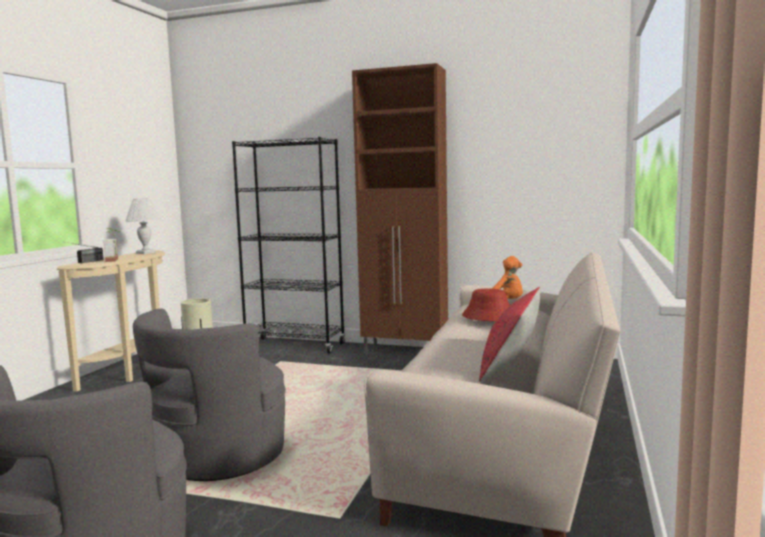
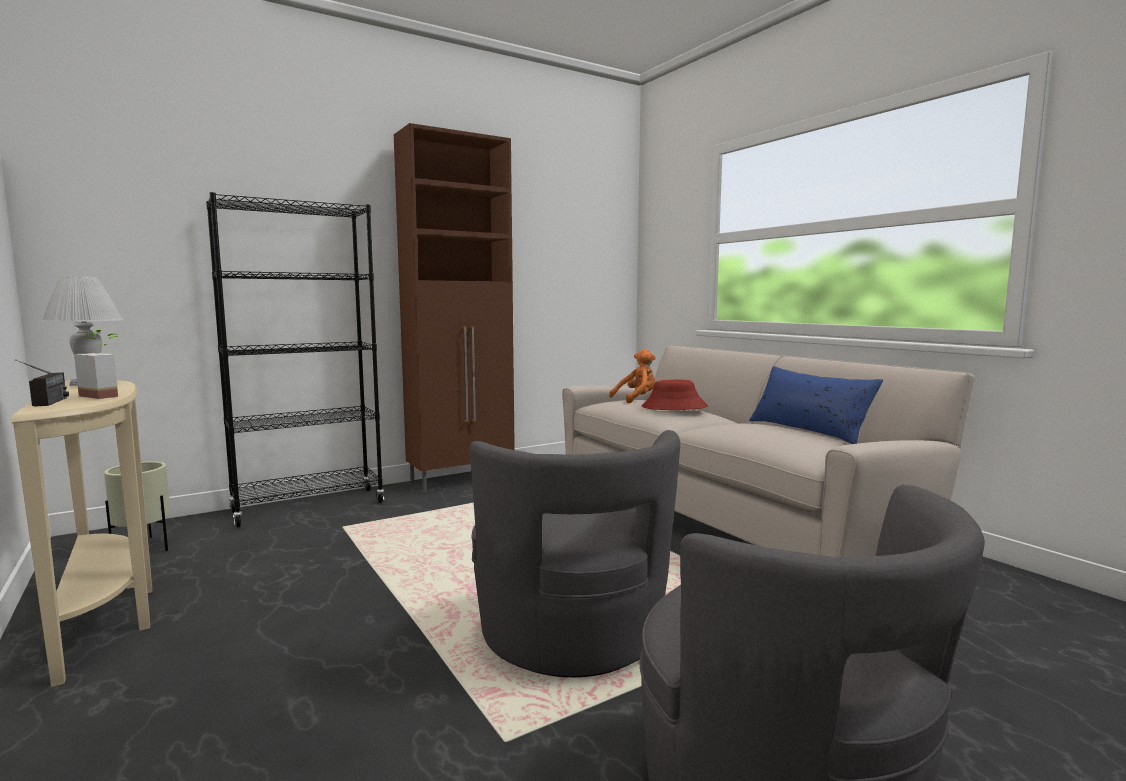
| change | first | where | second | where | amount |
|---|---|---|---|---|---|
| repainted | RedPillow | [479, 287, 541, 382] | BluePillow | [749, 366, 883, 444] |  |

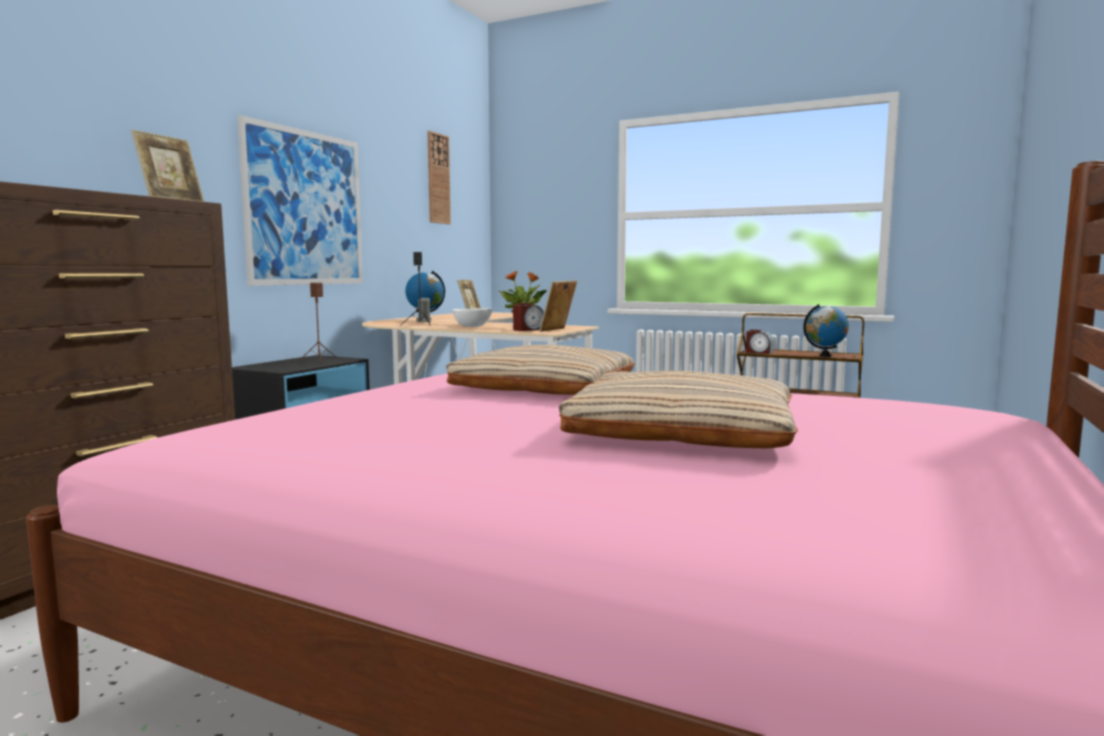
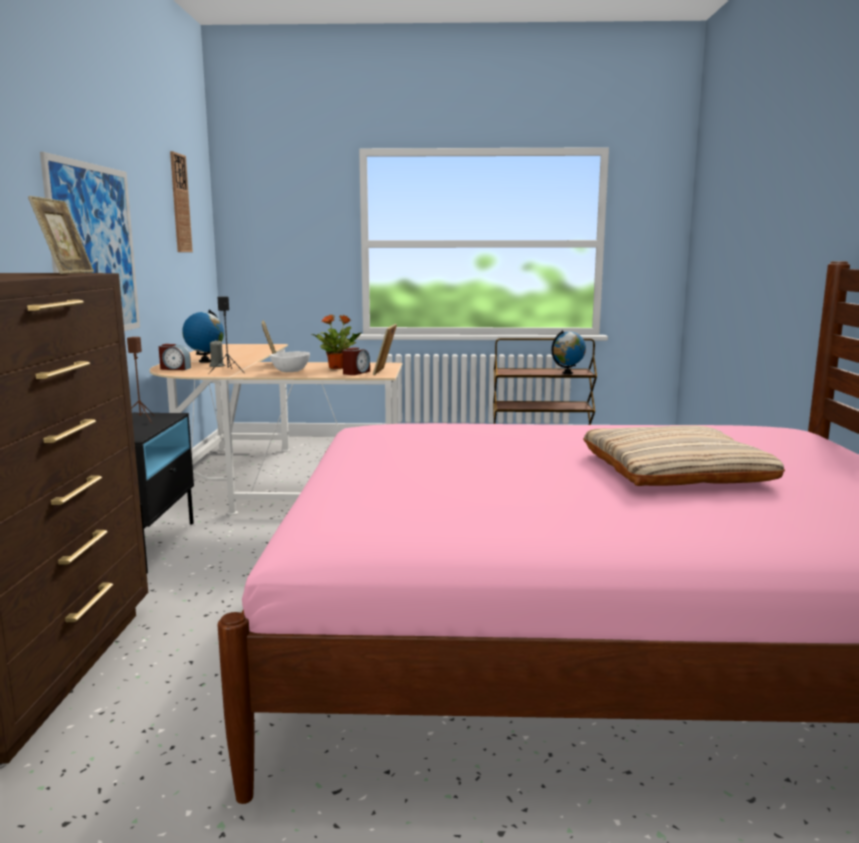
| change | first | where | second | where | amount |
|---|---|---|---|---|---|
| gone | BeigePillow | [446, 345, 635, 395] |  |  |  |
| shifted | AlarmClock | [746, 330, 774, 354] |  | [159, 344, 191, 370] |  |

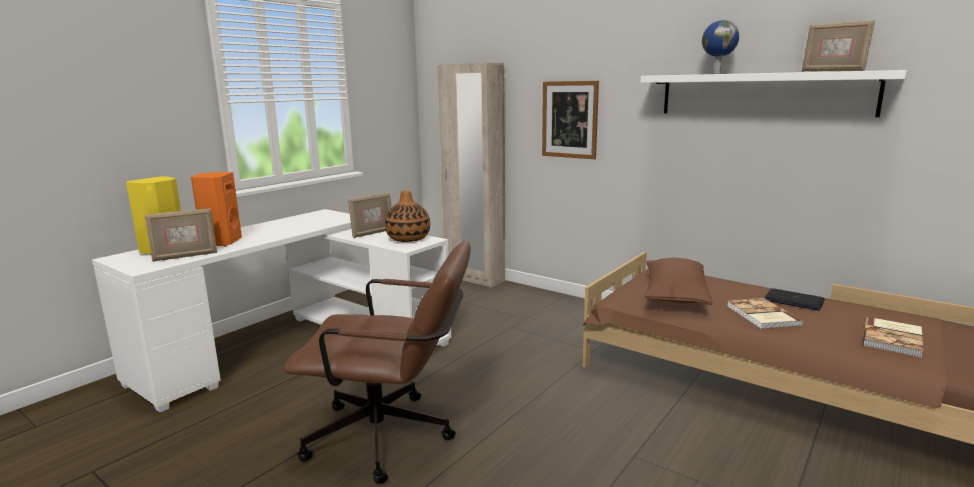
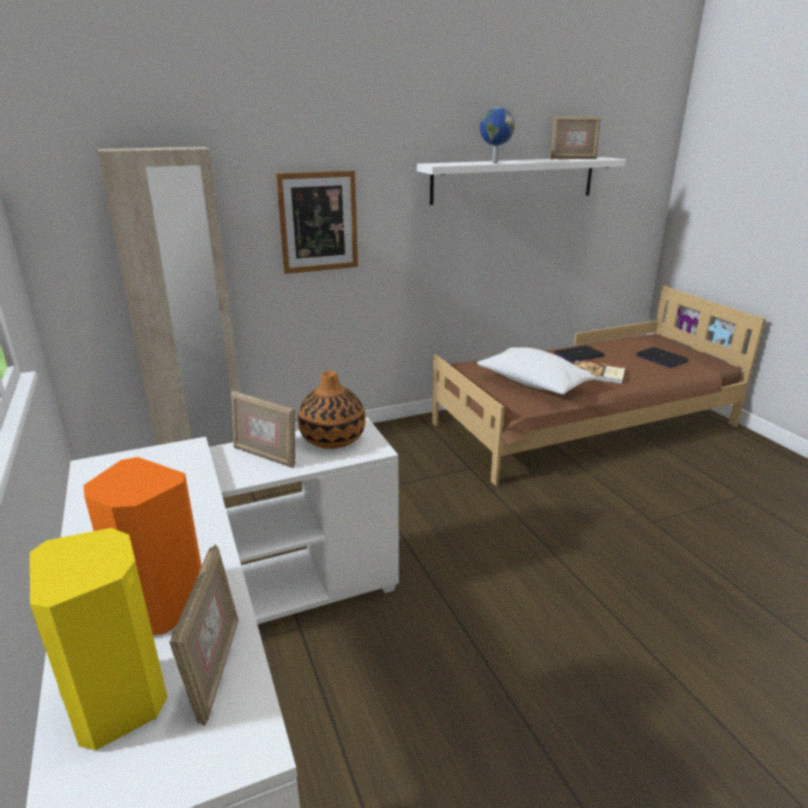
| change | first | where | second | where | amount |
|---|---|---|---|---|---|
| gone | BrownOfficeChair | [283, 241, 471, 484] |  |  |  |
| swapped | Book | [863, 317, 923, 358] | Laptop | [636, 347, 688, 368] |  |
| repainted | BrownPillow | [645, 258, 712, 305] | WhitePillow | [477, 347, 595, 394] |  |
| rotated | PictureFrame | [348, 192, 391, 238] |  | [231, 391, 295, 468] | 135 degrees clockwise |

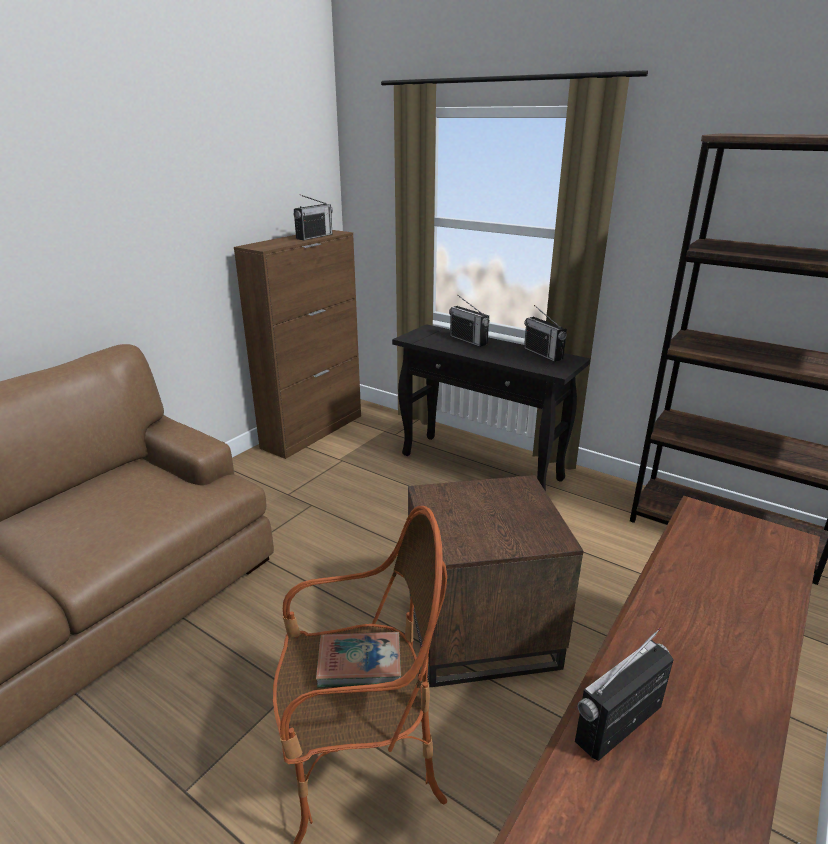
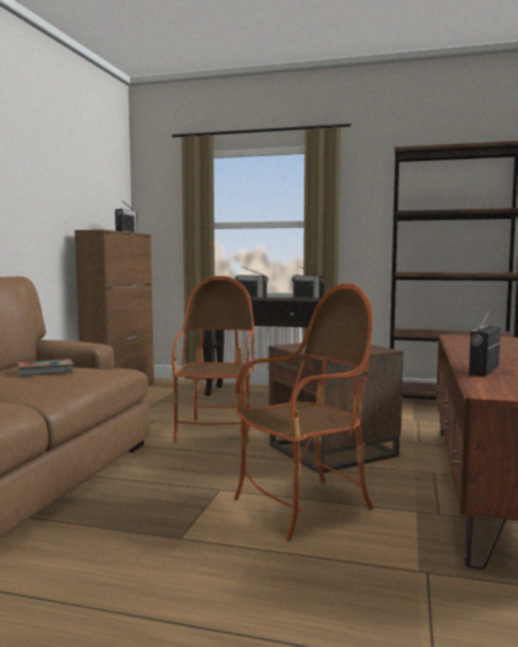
| change | first | where | second | where | amount |
|---|---|---|---|---|---|
| new |  |  | Armchair | [172, 276, 254, 444] |  |
| shifted | Book | [316, 632, 401, 688] |  | [18, 359, 74, 376] |  |

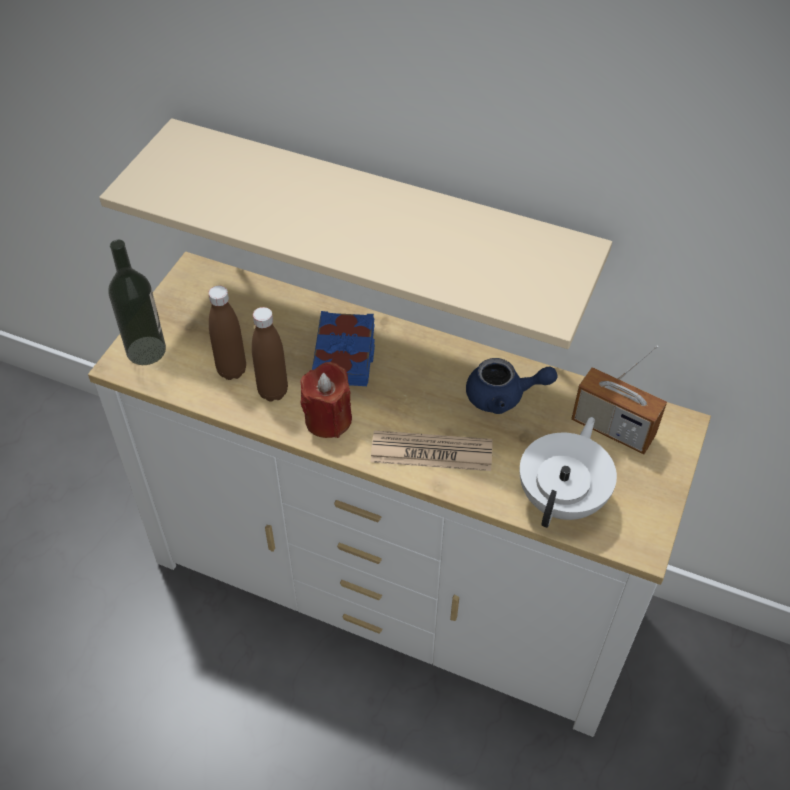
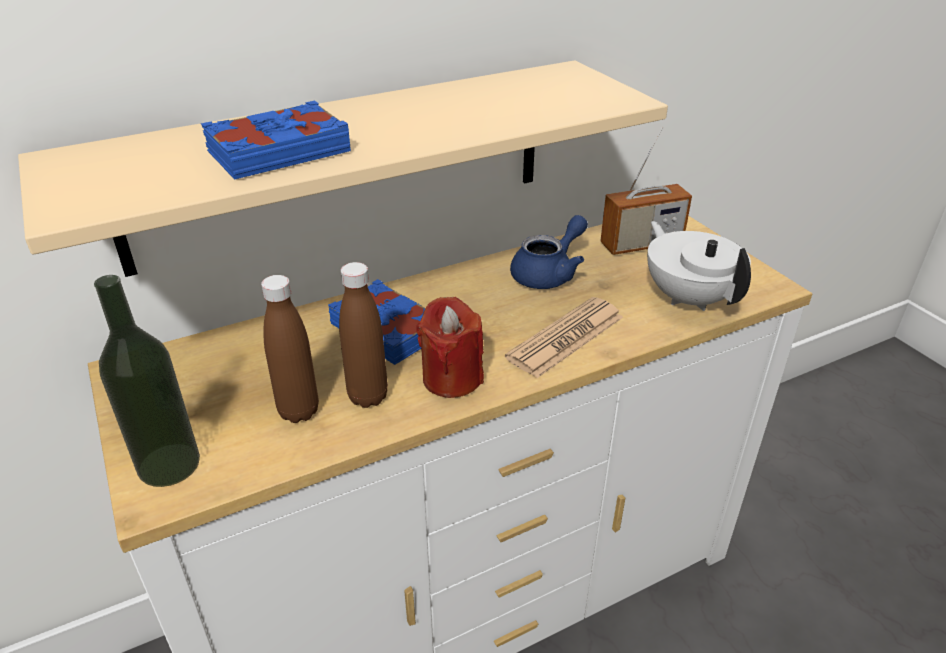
| change | first | where | second | where | amount |
|---|---|---|---|---|---|
| new |  |  | BlueBook | [201, 101, 351, 180] |  |

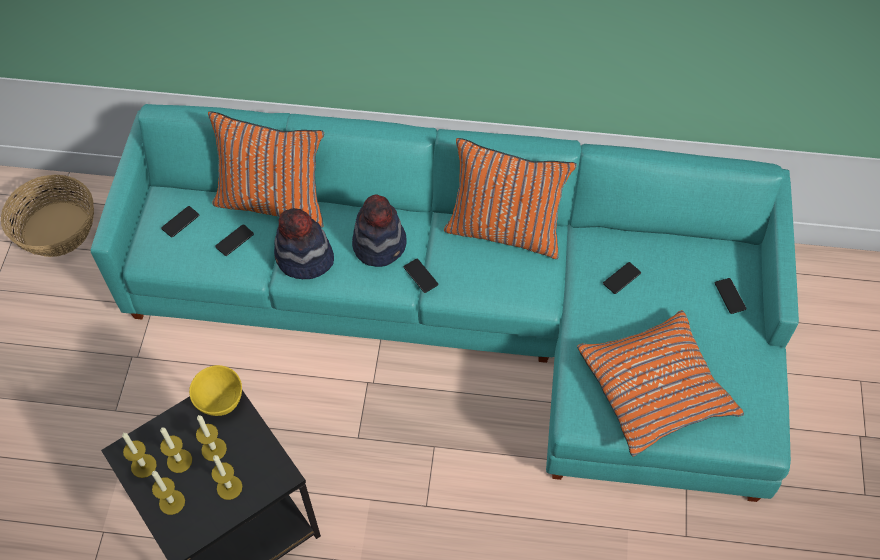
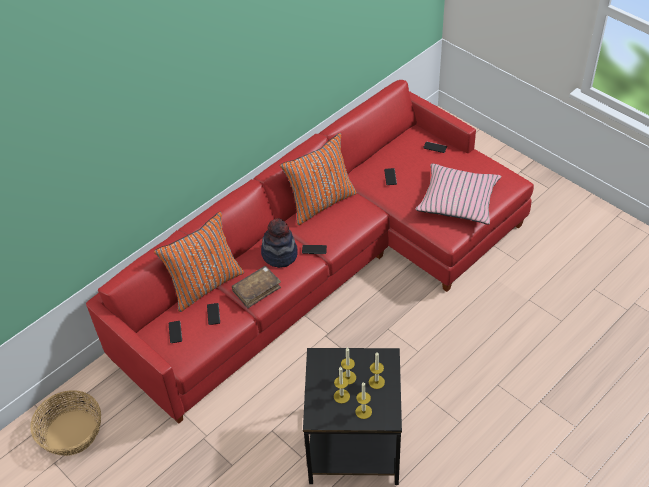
| change | first | where | second | where | amount |
|---|---|---|---|---|---|
| gone | Candle | [122, 433, 157, 478] |  |  |  |
| gone | YellowBowl | [189, 365, 242, 416] |  |  |  |
| swapped | Hat | [274, 208, 334, 279] | BrownBook | [232, 266, 281, 308] |  |
| repainted | TurquoiseSofa | [91, 104, 799, 502] | RedSofa | [86, 80, 534, 424] |  |
| repainted | OrangePillow | [577, 310, 744, 457] | PinkPillow | [415, 164, 501, 225] |  |

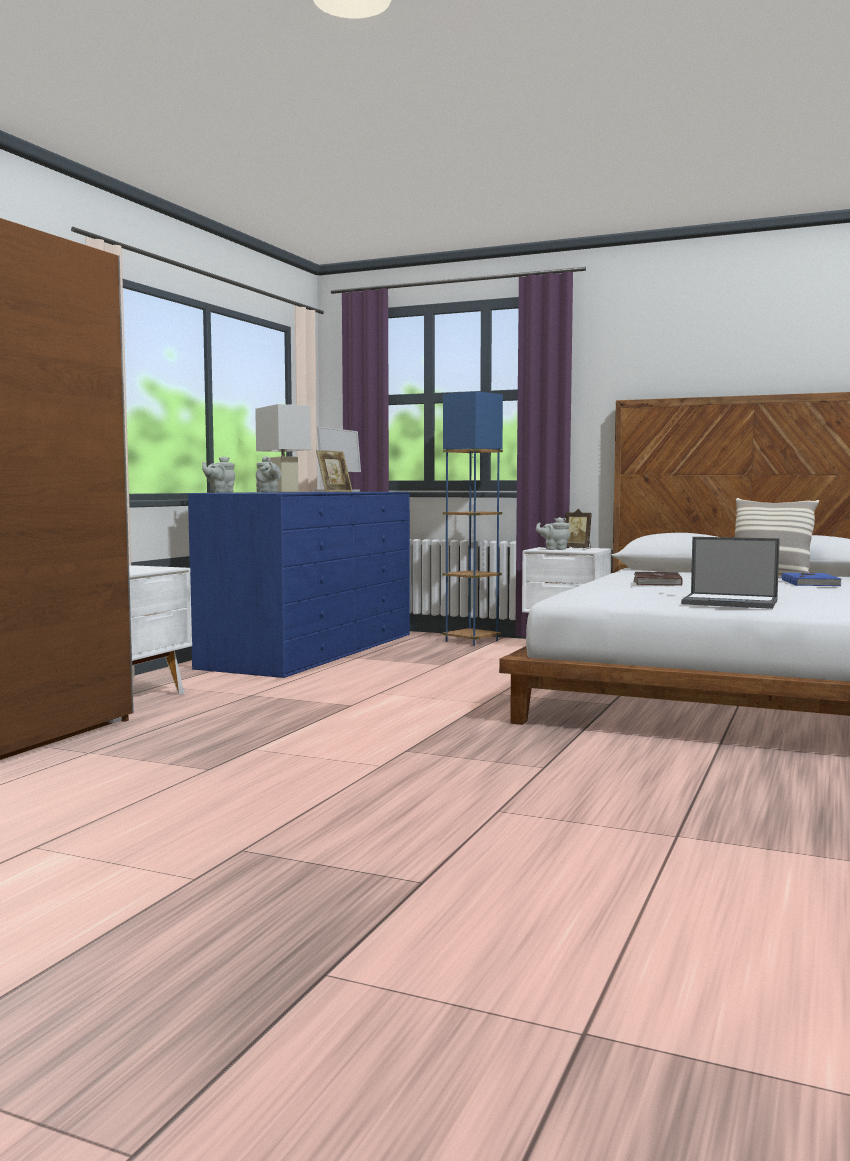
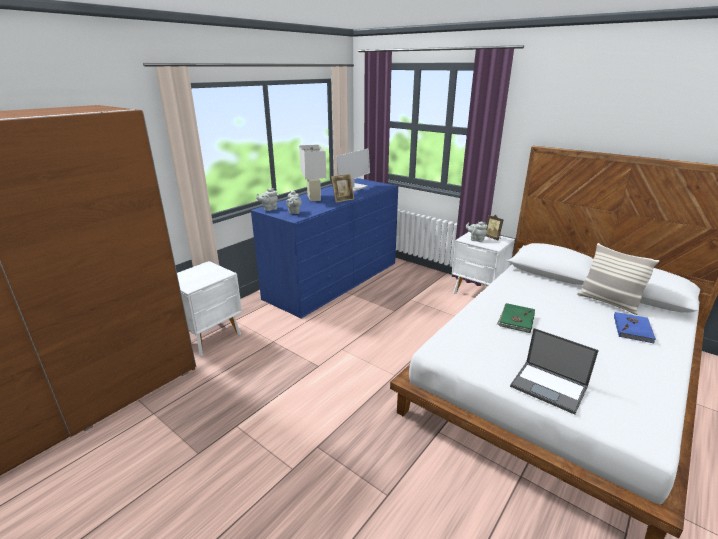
| change | first | where | second | where | amount |
|---|---|---|---|---|---|
| gone | BlueFloorLamp | [442, 391, 503, 646] |  |  |  |
| repainted | BrownBook | [633, 572, 683, 586] | GreenBook | [497, 303, 535, 333] |  |

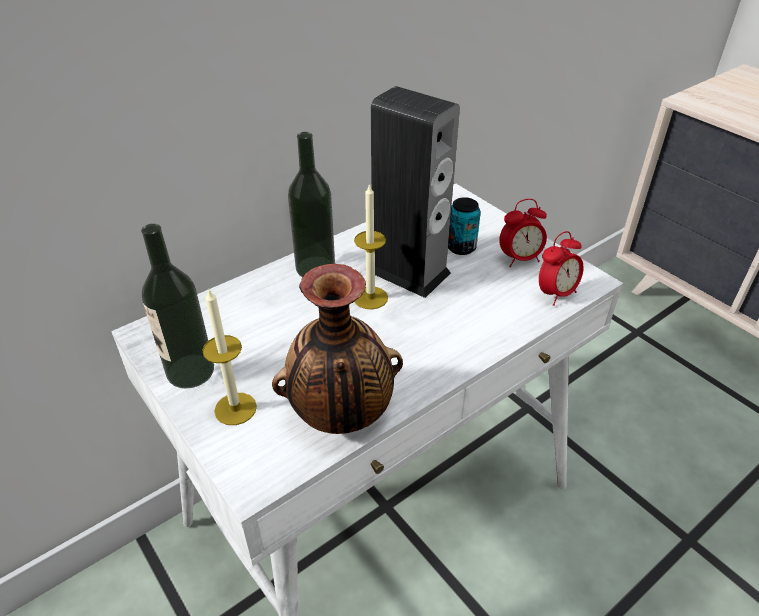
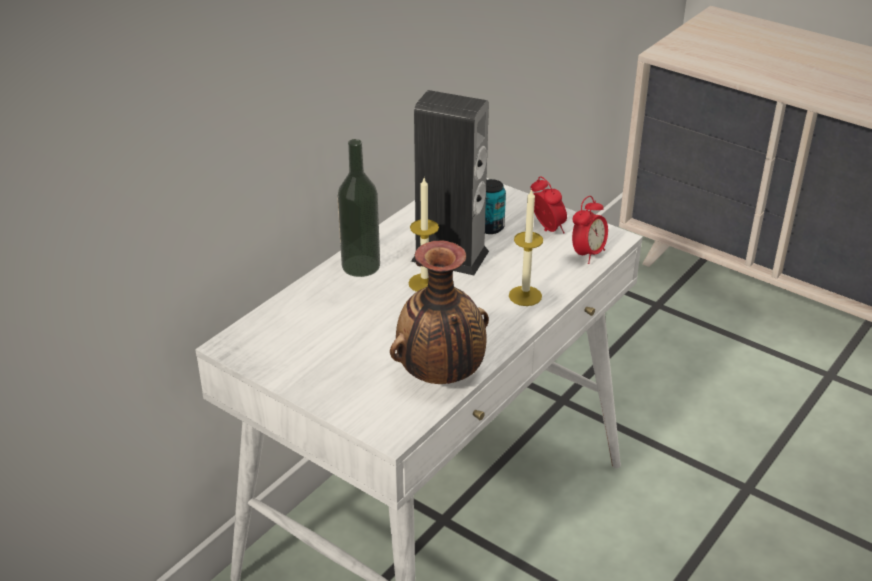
| change | first | where | second | where | amount |
|---|---|---|---|---|---|
| gone | Bottle | [141, 224, 214, 388] |  |  |  |
| shifted | Candle | [202, 288, 257, 425] |  | [509, 189, 543, 306] |  |
| rotated | AlarmClock | [499, 199, 547, 267] |  | [530, 176, 567, 234] | 90 degrees counterclockwise |

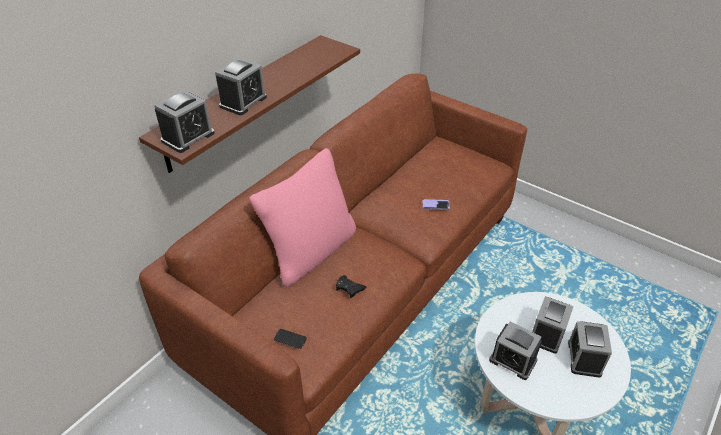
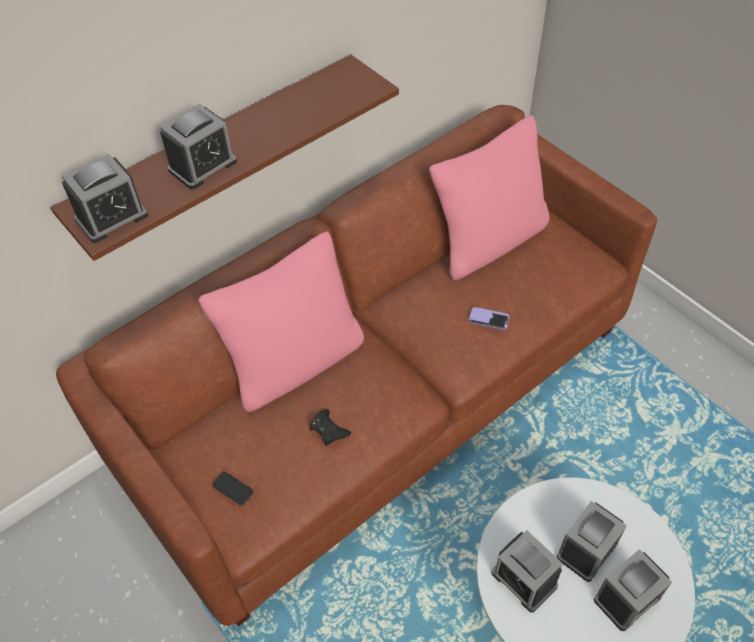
| change | first | where | second | where | amount |
|---|---|---|---|---|---|
| new |  |  | PinkPillow | [429, 115, 549, 280] |  |
| rotated | AlarmClock | [568, 321, 612, 378] |  | [594, 549, 672, 631] | 150 degrees counterclockwise |

